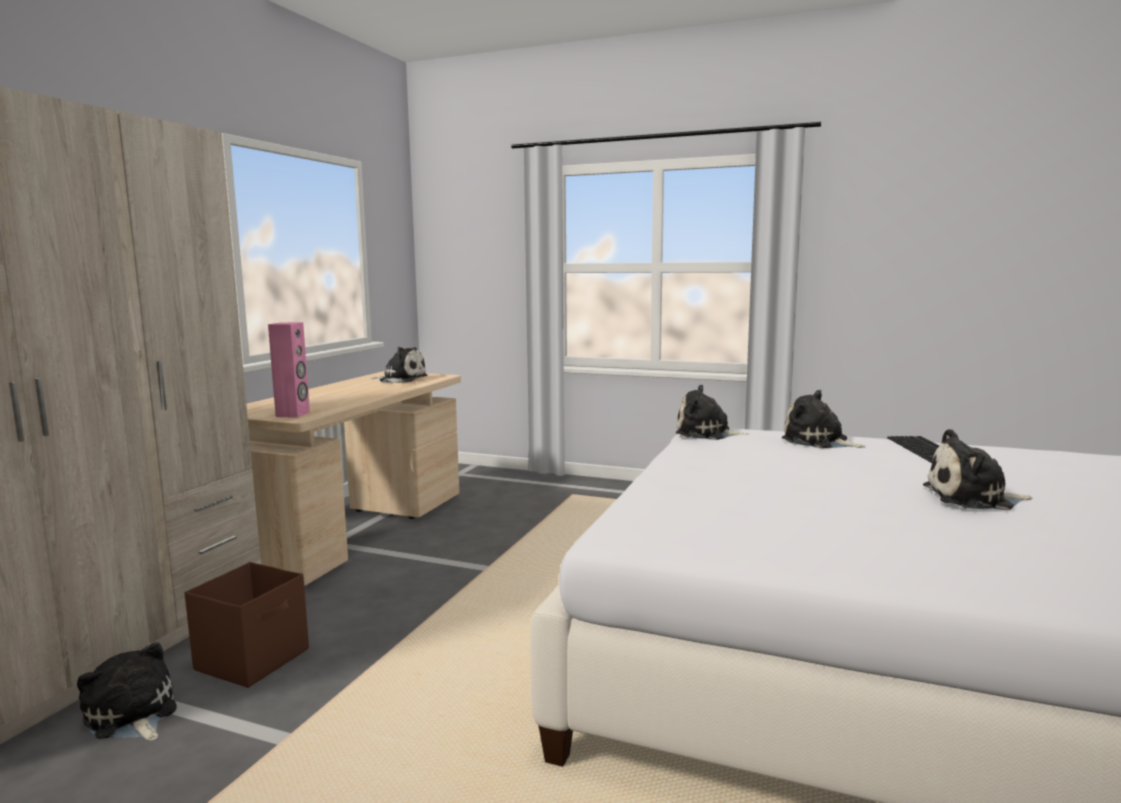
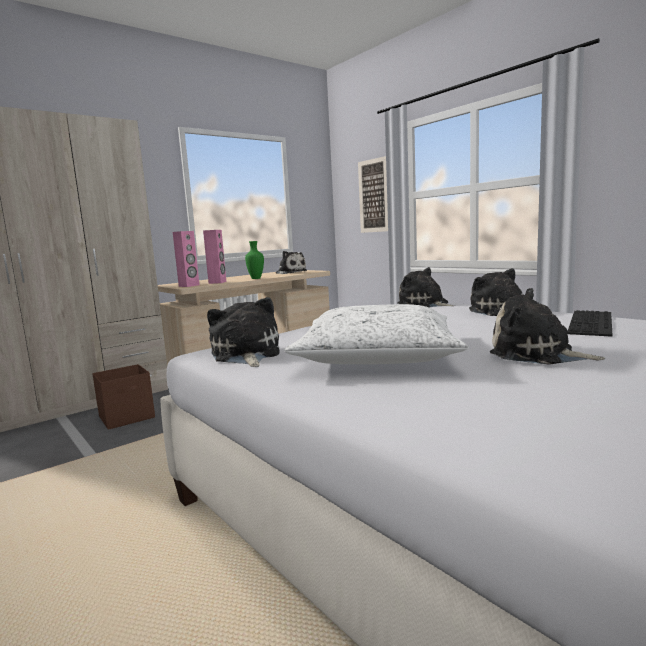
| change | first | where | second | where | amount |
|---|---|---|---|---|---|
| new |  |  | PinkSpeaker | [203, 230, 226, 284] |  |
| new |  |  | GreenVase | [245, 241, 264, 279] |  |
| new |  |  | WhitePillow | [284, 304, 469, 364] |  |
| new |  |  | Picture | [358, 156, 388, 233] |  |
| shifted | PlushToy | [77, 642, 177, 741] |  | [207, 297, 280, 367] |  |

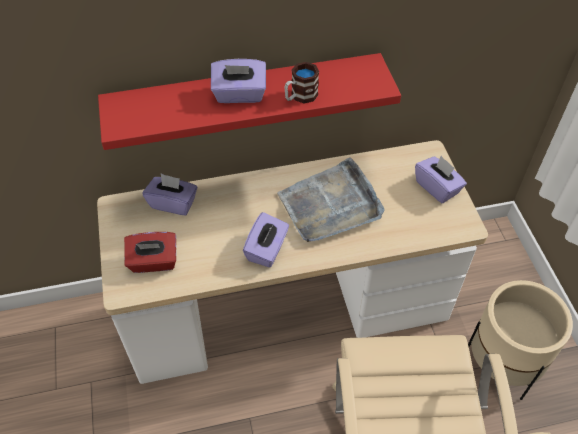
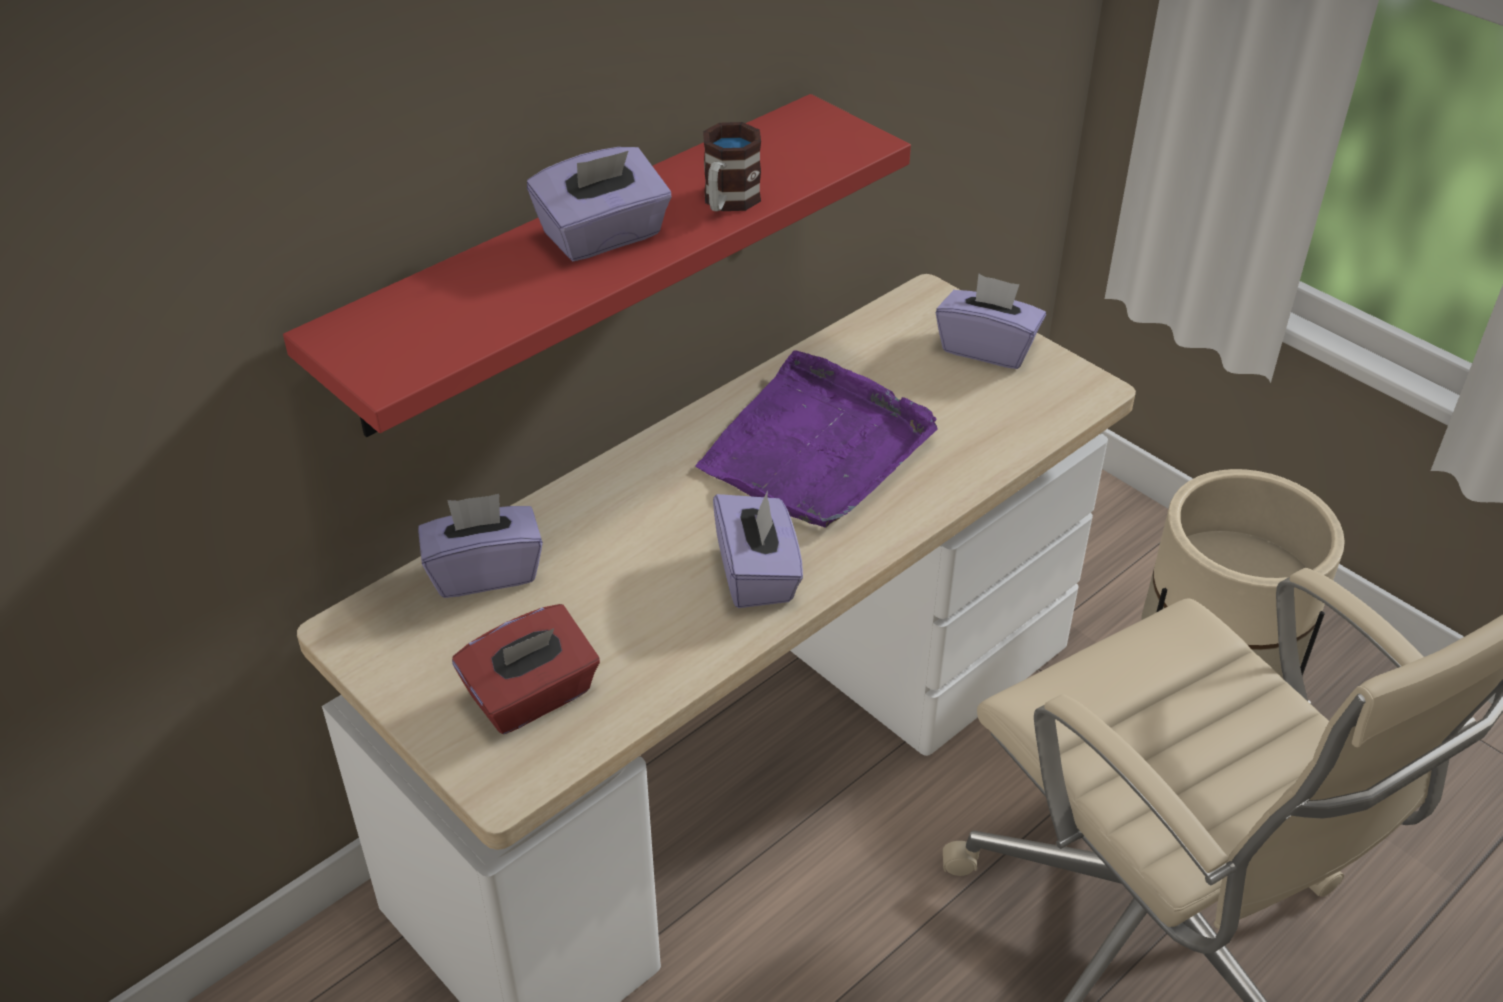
| change | first | where | second | where | amount |
|---|---|---|---|---|---|
| repainted | GreyTray | [277, 157, 385, 242] | PurpleTray | [695, 351, 938, 528] |  |

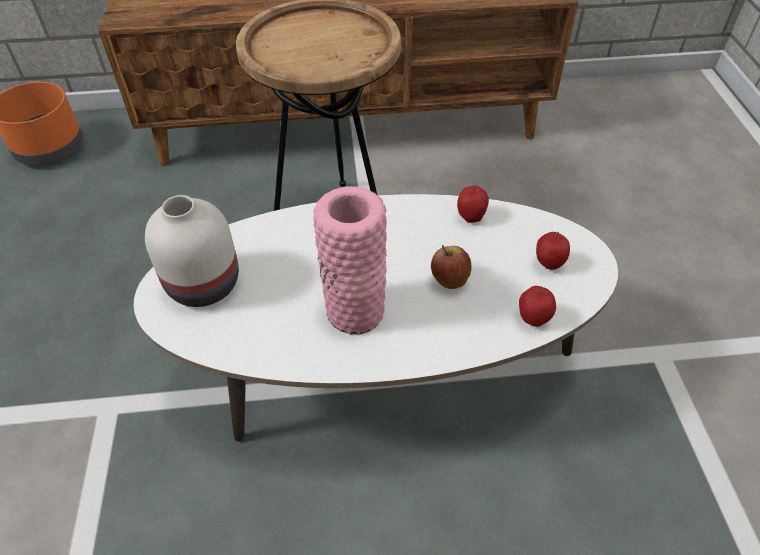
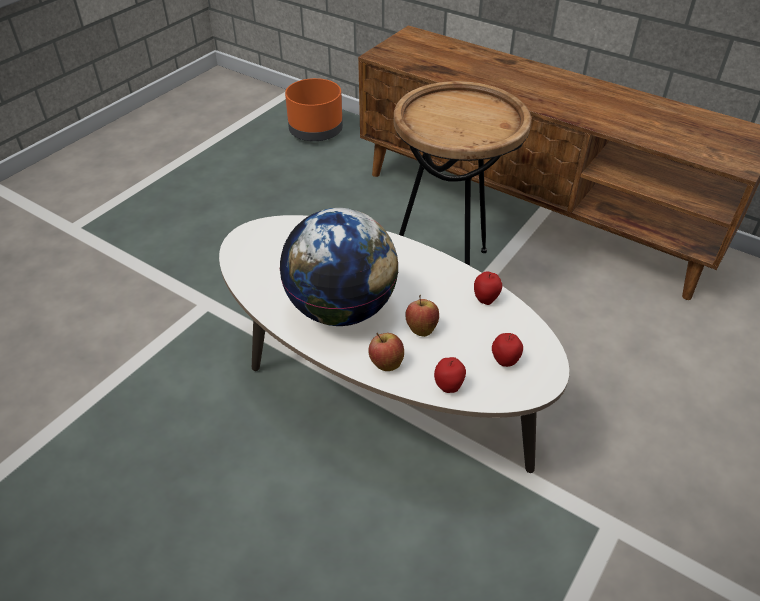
| change | first | where | second | where | amount |
|---|---|---|---|---|---|
| gone | WhiteVase | [145, 195, 239, 307] |  |  |  |
| new |  |  | Apple | [368, 333, 404, 371] |  |
| swapped | PinkVase | [313, 186, 387, 334] | Globe | [279, 208, 399, 326] |  |

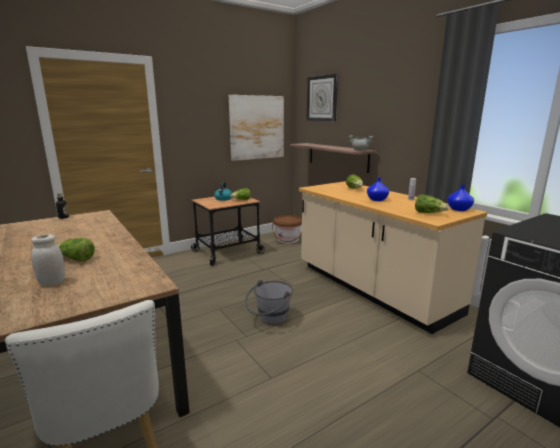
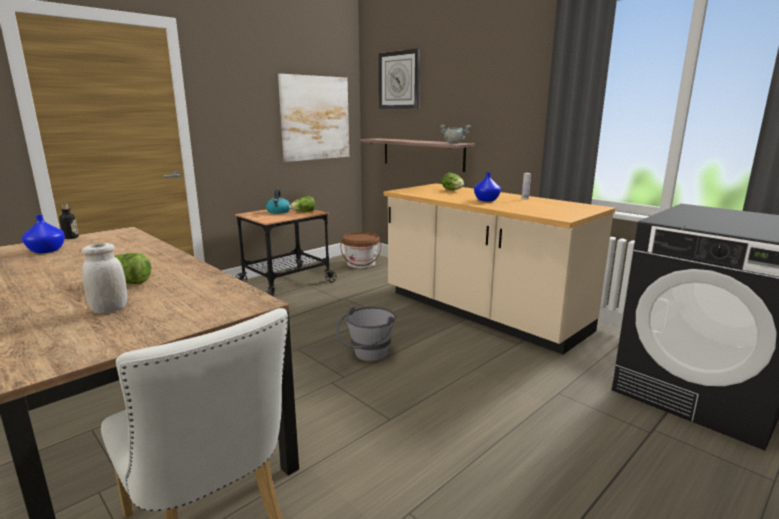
| change | first | where | second | where | amount |
|---|---|---|---|---|---|
| gone | Lettuce | [415, 194, 449, 213] |  |  |  |
| shifted | BlueVase | [447, 185, 474, 211] |  | [22, 215, 65, 253] |  |

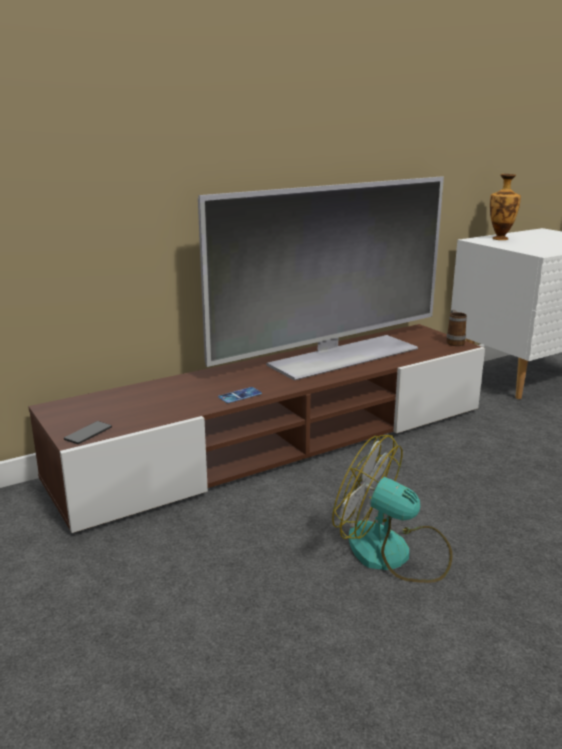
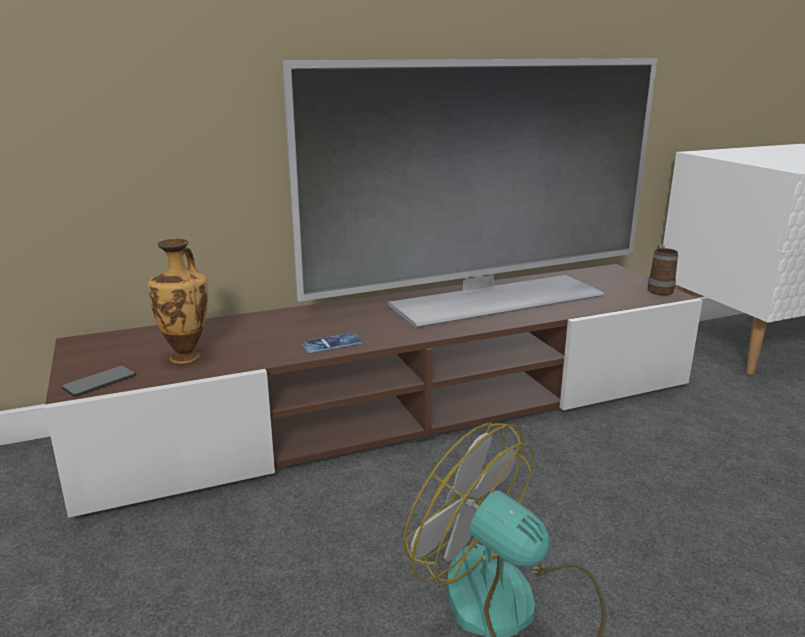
| change | first | where | second | where | amount |
|---|---|---|---|---|---|
| shifted | Vase | [490, 174, 521, 240] |  | [148, 239, 208, 364] |  |

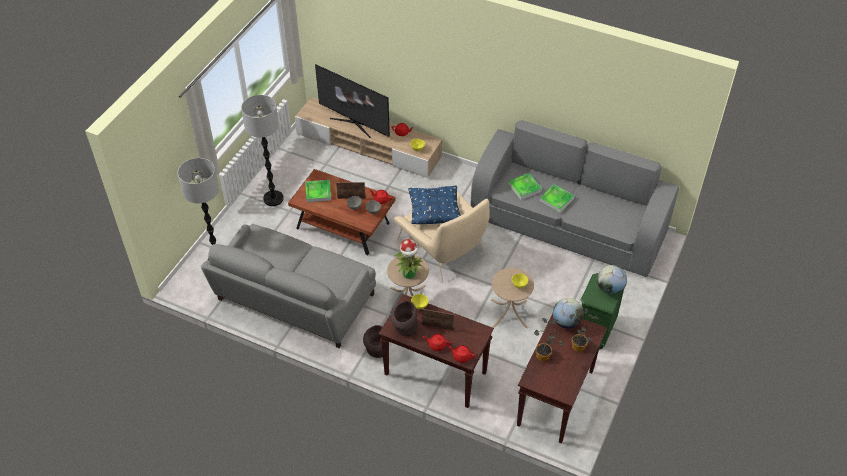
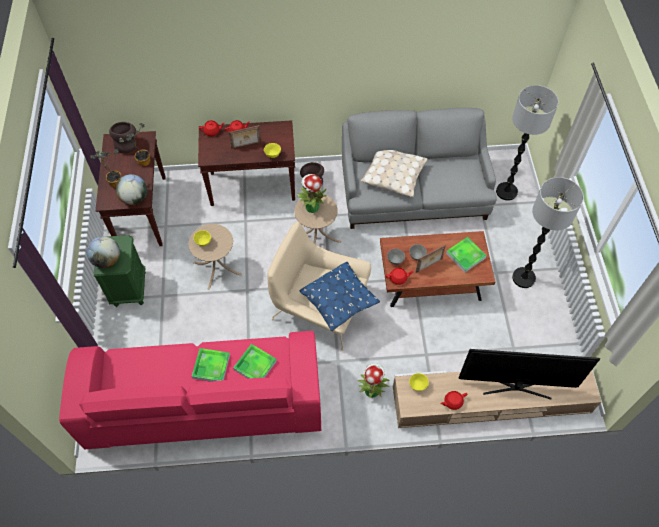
| change | first | where | second | where | amount |
|---|---|---|---|---|---|
| new |  |  | PottedPlant | [357, 363, 390, 398] |  |
| new |  |  | BeigePillow | [361, 150, 427, 197] |  |
| shifted | BrownVase | [390, 301, 418, 336] |  | [109, 122, 137, 154] |  |
| repainted | GreySofa | [470, 120, 679, 277] | PinkSofa | [59, 331, 321, 449] |  |

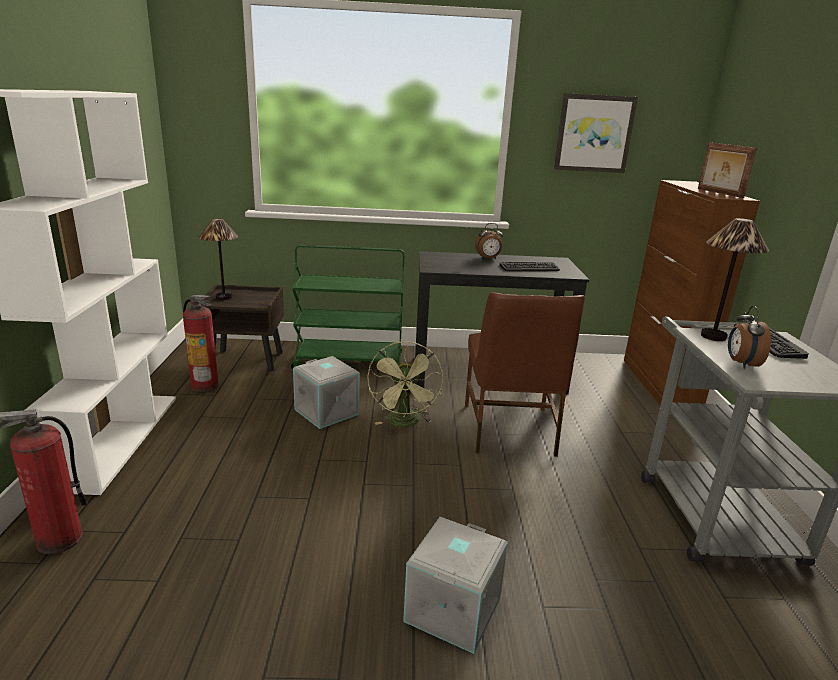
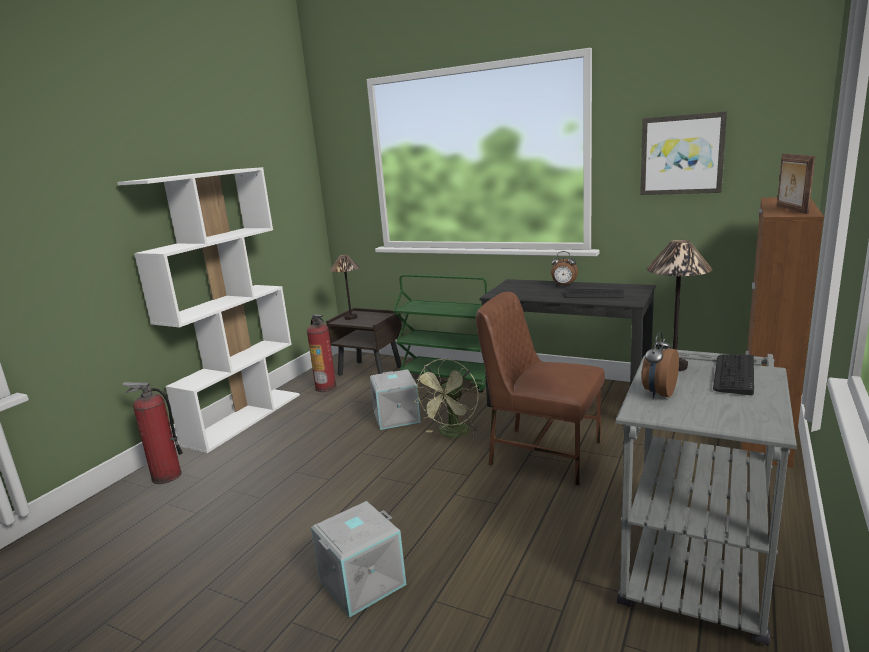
| change | first | where | second | where | amount |
|---|---|---|---|---|---|
| rotated | BrownChair | [465, 292, 585, 457] |  | [476, 292, 605, 486] | 90 degrees clockwise |

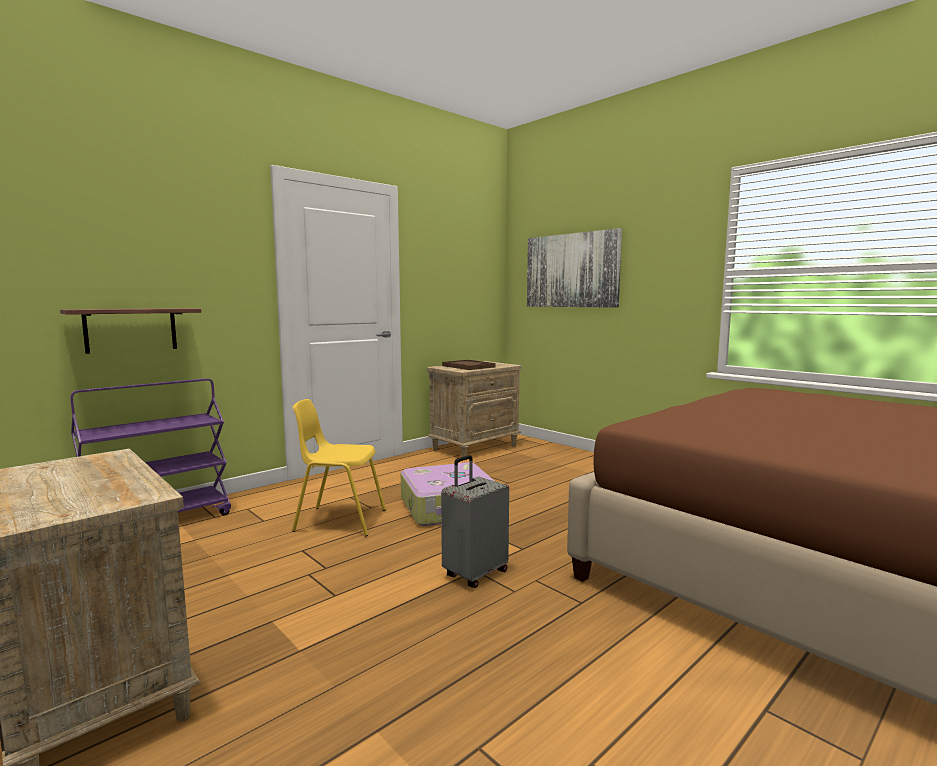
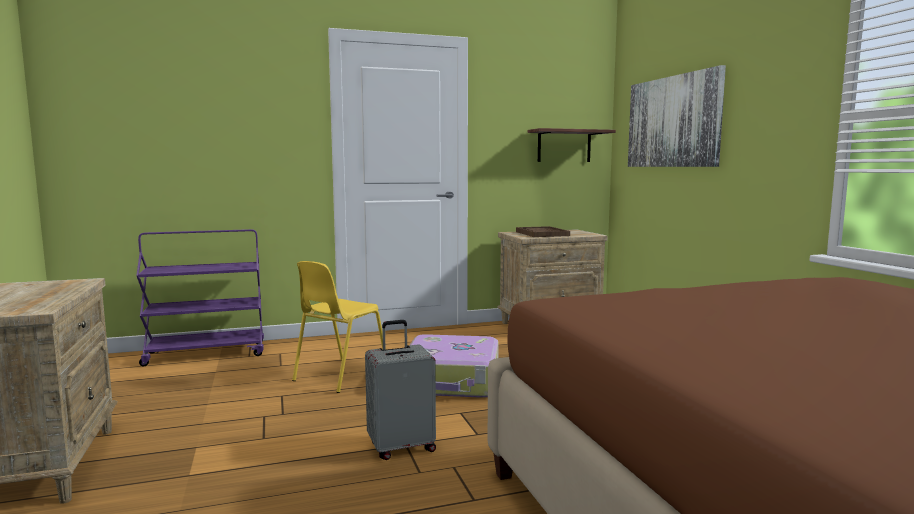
| change | first | where | second | where | amount |
|---|---|---|---|---|---|
| shifted | Shelf | [60, 308, 201, 354] |  | [528, 128, 616, 162] |  |
| rotated | YellowChair | [292, 399, 386, 537] |  | [292, 261, 386, 393] | 90 degrees counterclockwise |

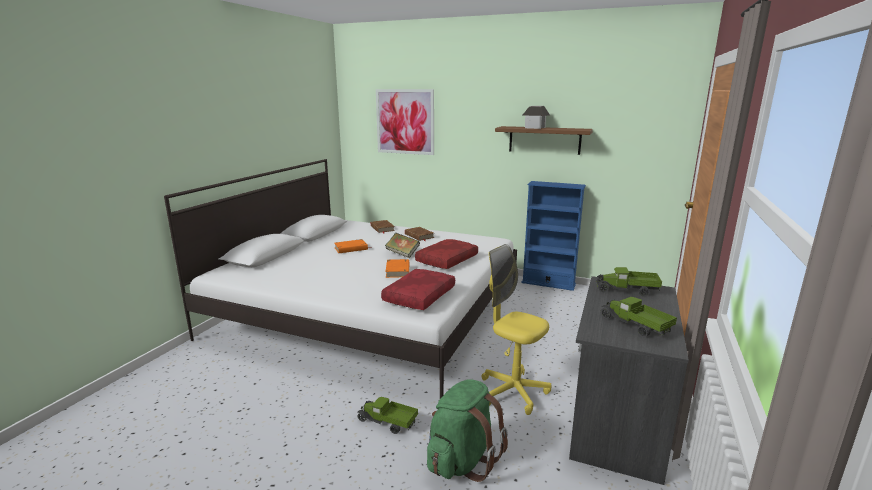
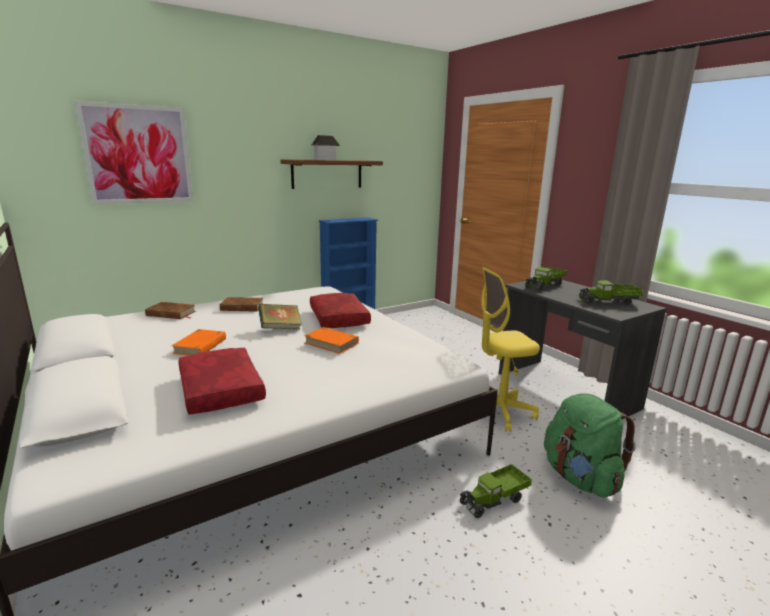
| change | first | where | second | where | amount |
|---|---|---|---|---|---|
| shifted | RedPillow | [381, 269, 455, 310] |  | [179, 348, 266, 414] |  |

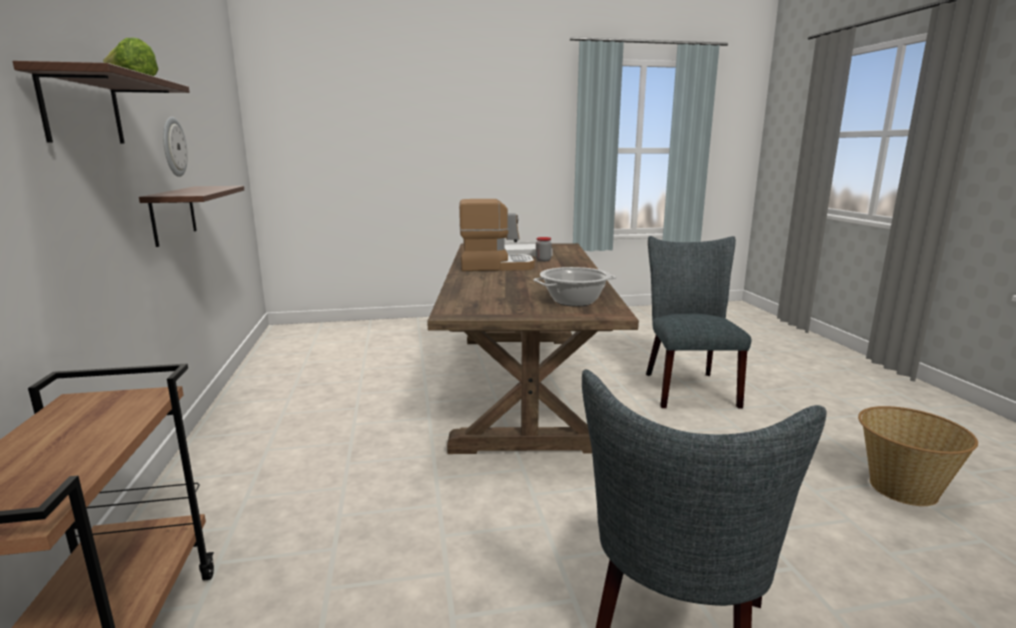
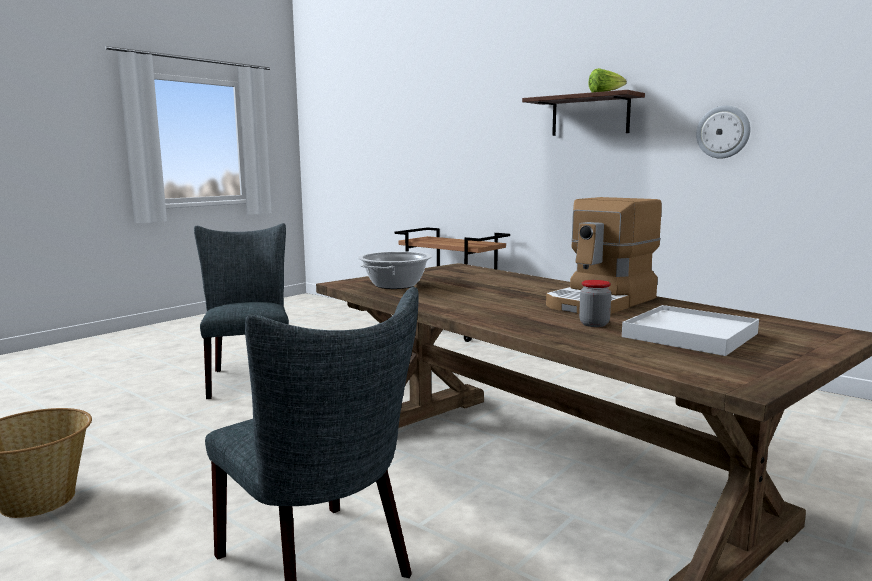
| change | first | where | second | where | amount |
|---|---|---|---|---|---|
| gone | Shelf | [139, 186, 244, 247] |  |  |  |

